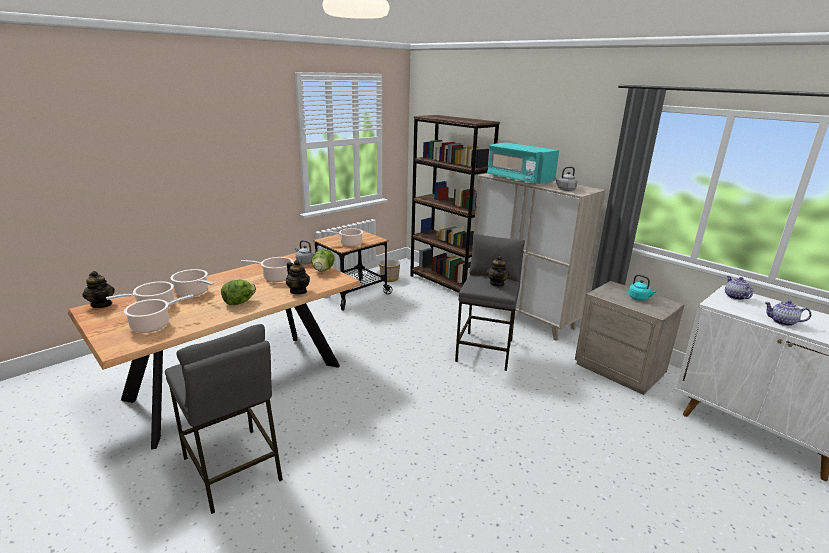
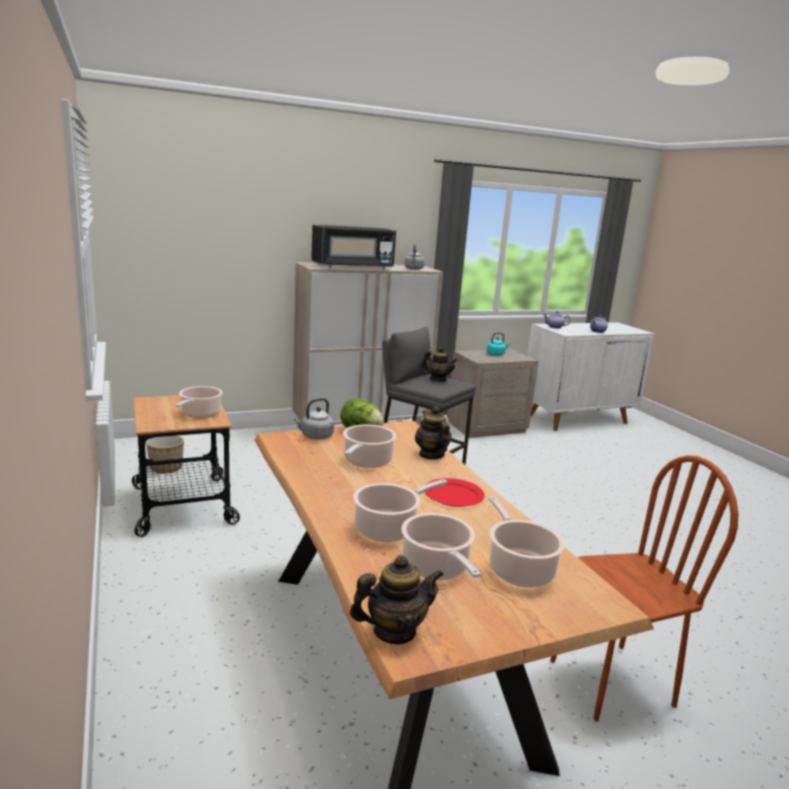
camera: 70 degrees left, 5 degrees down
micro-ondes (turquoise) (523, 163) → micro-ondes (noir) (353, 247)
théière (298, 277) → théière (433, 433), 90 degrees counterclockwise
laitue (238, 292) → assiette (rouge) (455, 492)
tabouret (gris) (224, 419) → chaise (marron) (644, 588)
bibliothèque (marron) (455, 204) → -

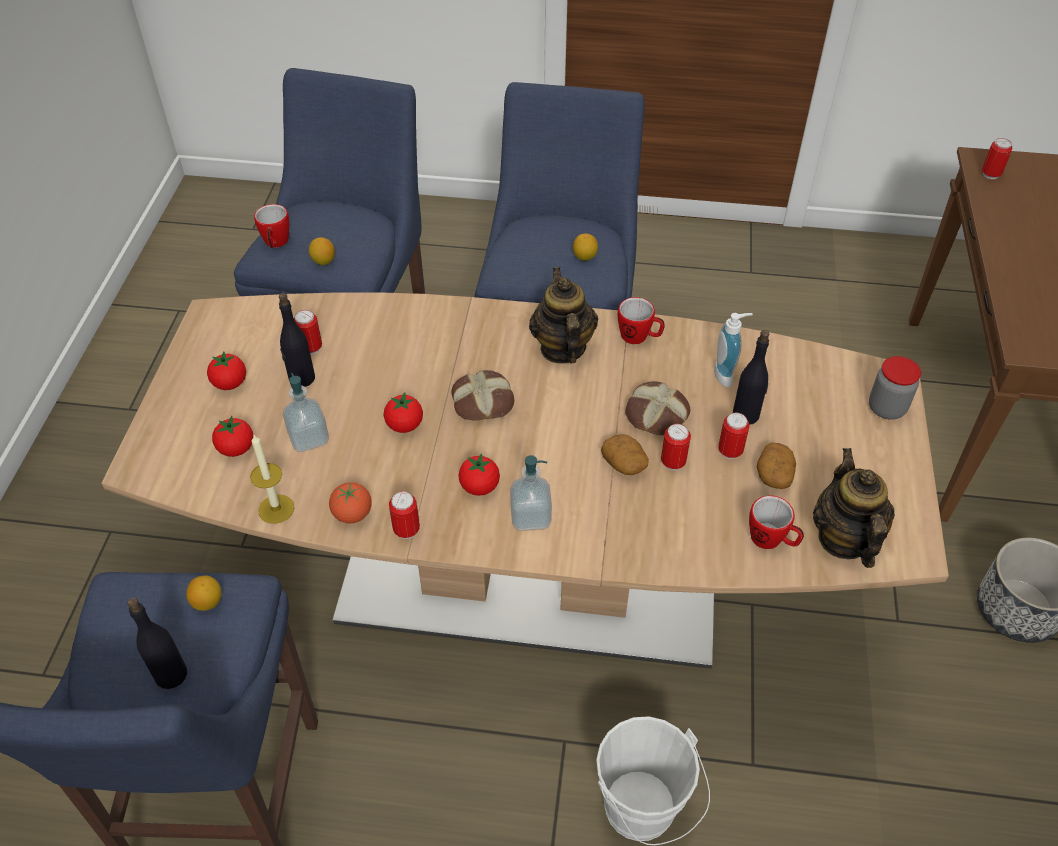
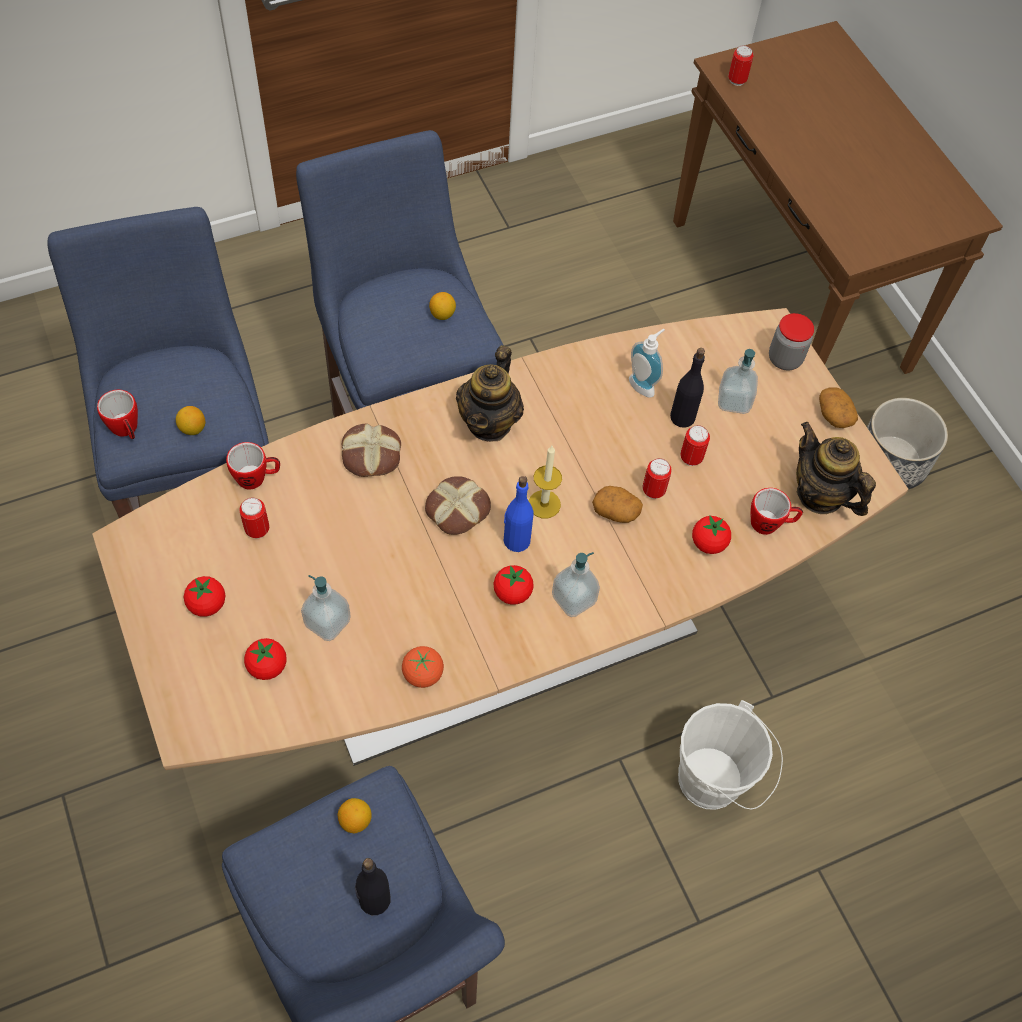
camera: 35 degrees left, 10 degrees up
mug (641, 320) → mug (253, 465), moved
pain (657, 408) → pain (371, 450), moved
théière (563, 315) → théière (490, 393), 120 degrees counterclockwise
- → bouteille (bleu) (519, 514)
bougie (272, 479) → bougie (545, 482), moved
tomate (403, 412) → tomate (711, 534), moved
- → distributeur de savon (738, 381)
pomme de terre (776, 466) → pomme de terre (838, 407), moved
bouteille (noir) (297, 340) → -
boîte métallique (404, 515) → -

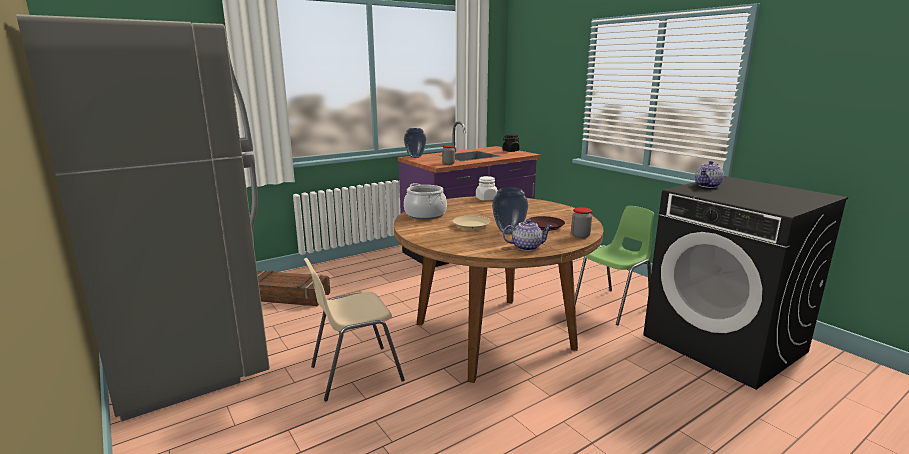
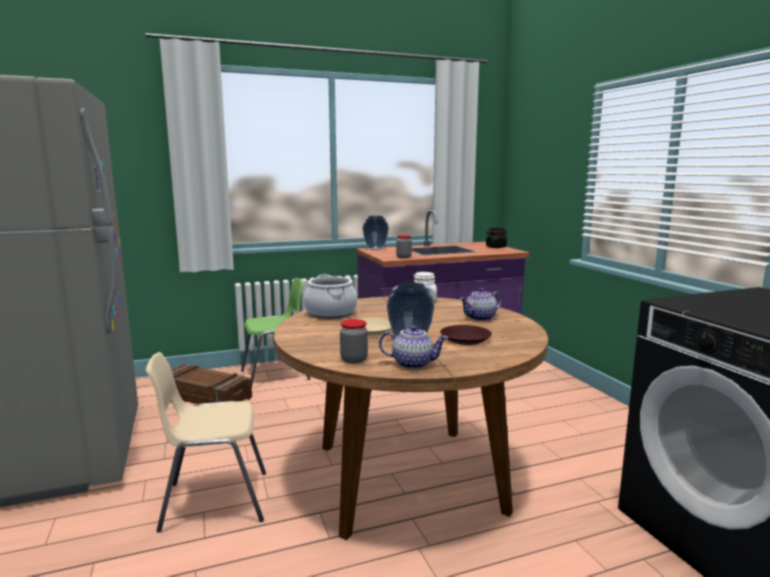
camera: 15 degrees right, 5 degrees down
chaise (vert) (614, 266) → chaise (vert) (276, 333), moved
bocal (581, 222) → bocal (354, 341), moved
théière (709, 174) → théière (481, 304), moved

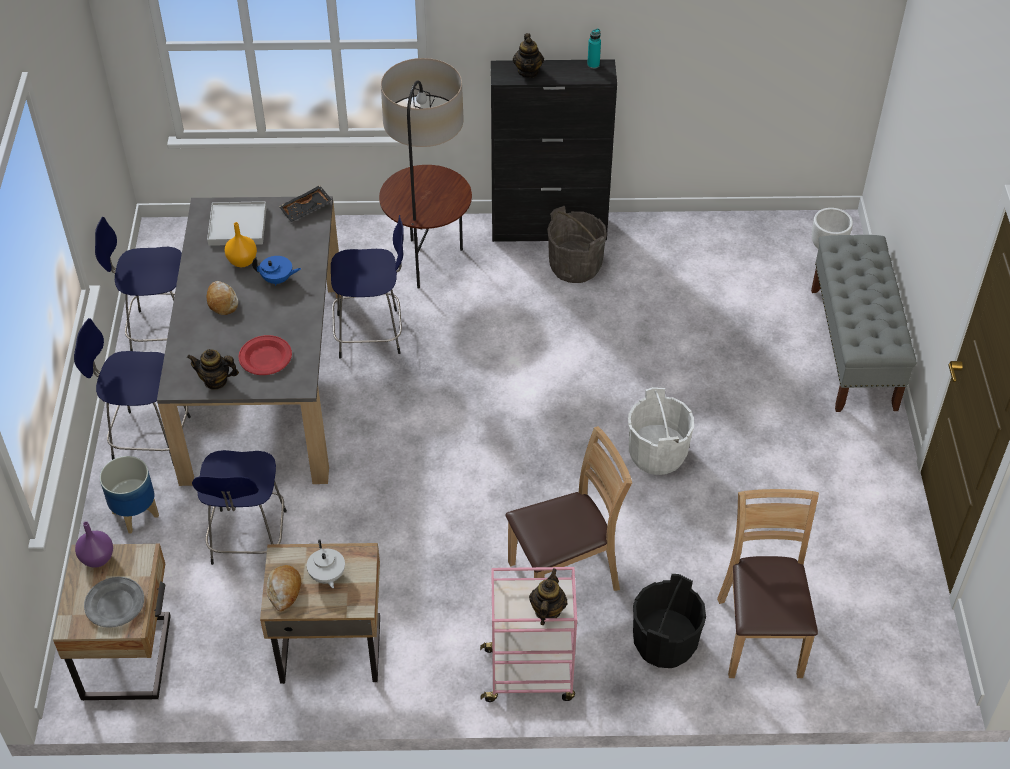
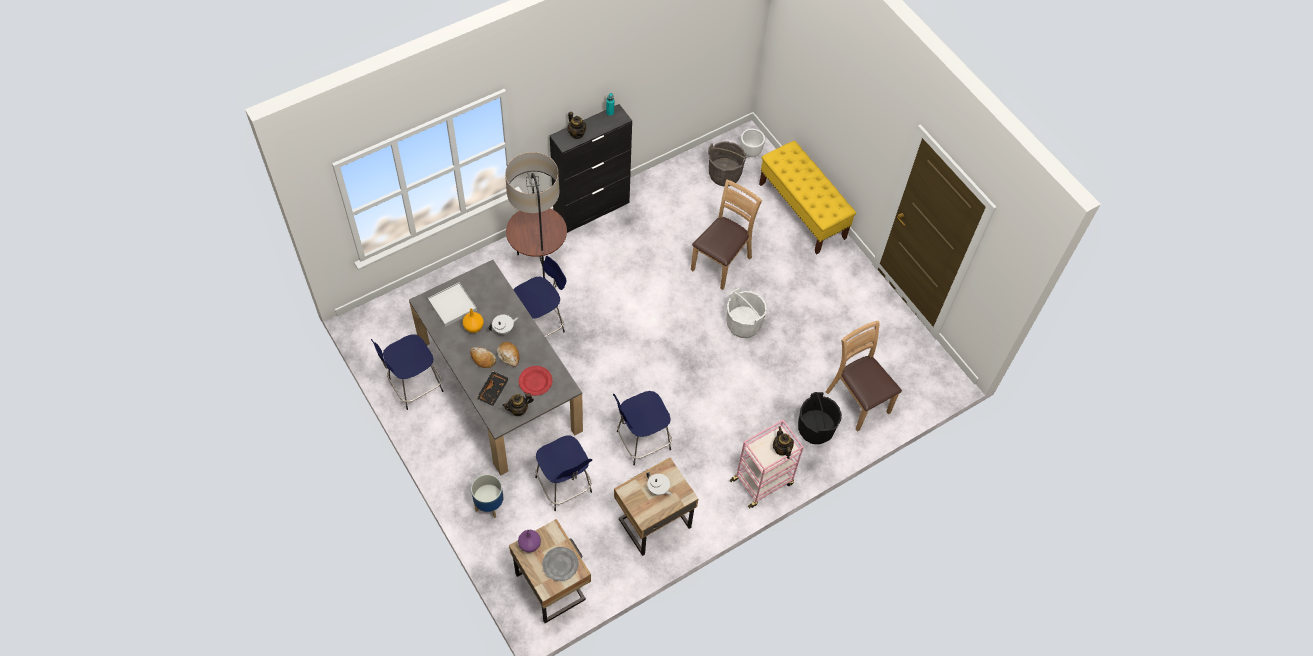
camera: 35 degrees left, 10 degrees up
plateau (noir) (306, 203) → plateau (noir) (493, 388), moved
théière (bleu) (276, 271) → théière (blanc) (503, 324)
pain (284, 588) → pain (508, 354), moved
tabouret (bleu) (132, 392) → tabouret (bleu) (642, 428), moved
chaise (marron) (568, 508) → chaise (marron) (726, 235), moved
seau (gris) (577, 244) → seau (gris) (727, 163), moved
banc (gris) (863, 323) → banc (jaune) (807, 197)

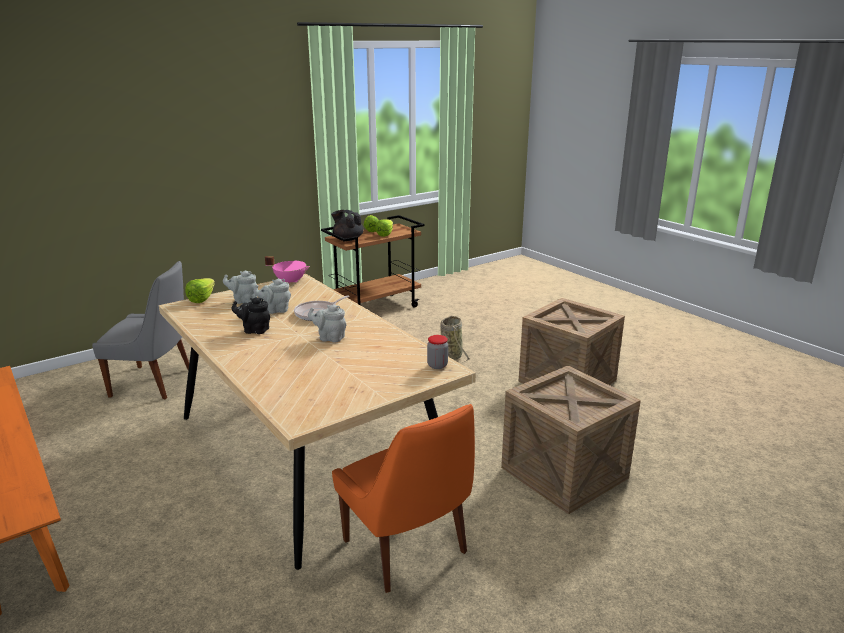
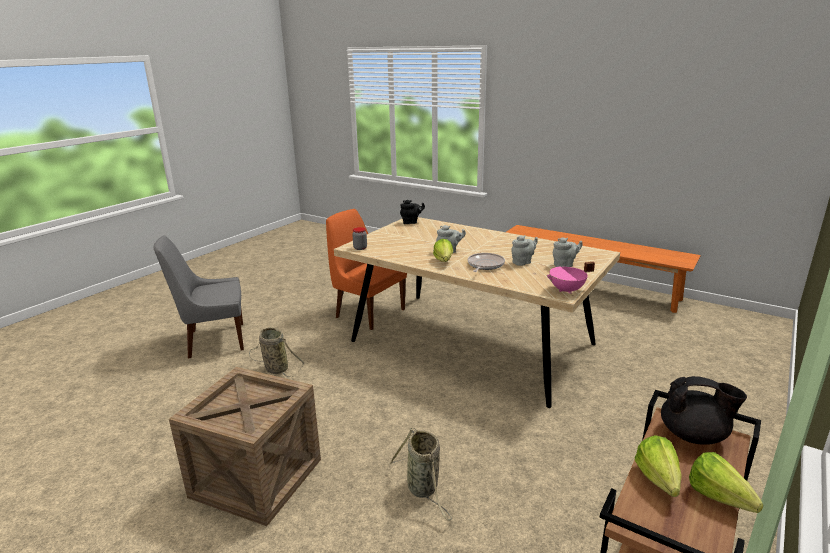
camera: 160 degrees right, 0 degrees up
chaise (gris) (140, 330) → chaise (gris) (199, 296), moved
caisse (571, 440) → panier (277, 352)
théière (noir) (250, 315) → théière (noir) (412, 212), moved
laitue (200, 290) → laitue (443, 250), moved

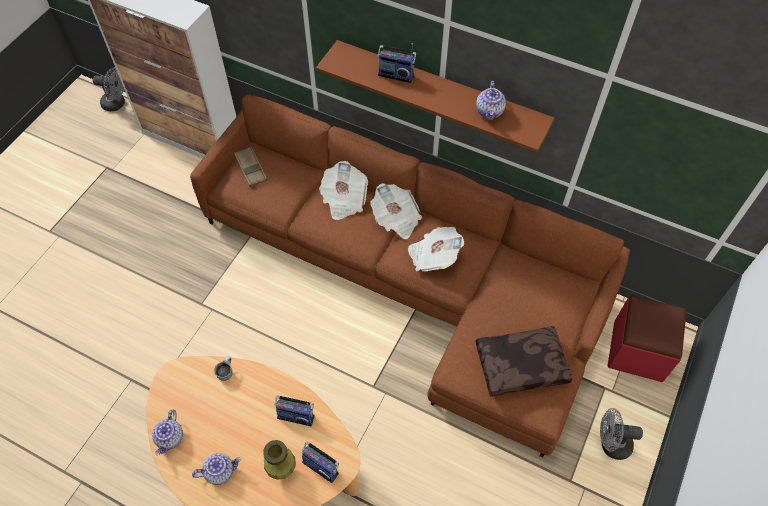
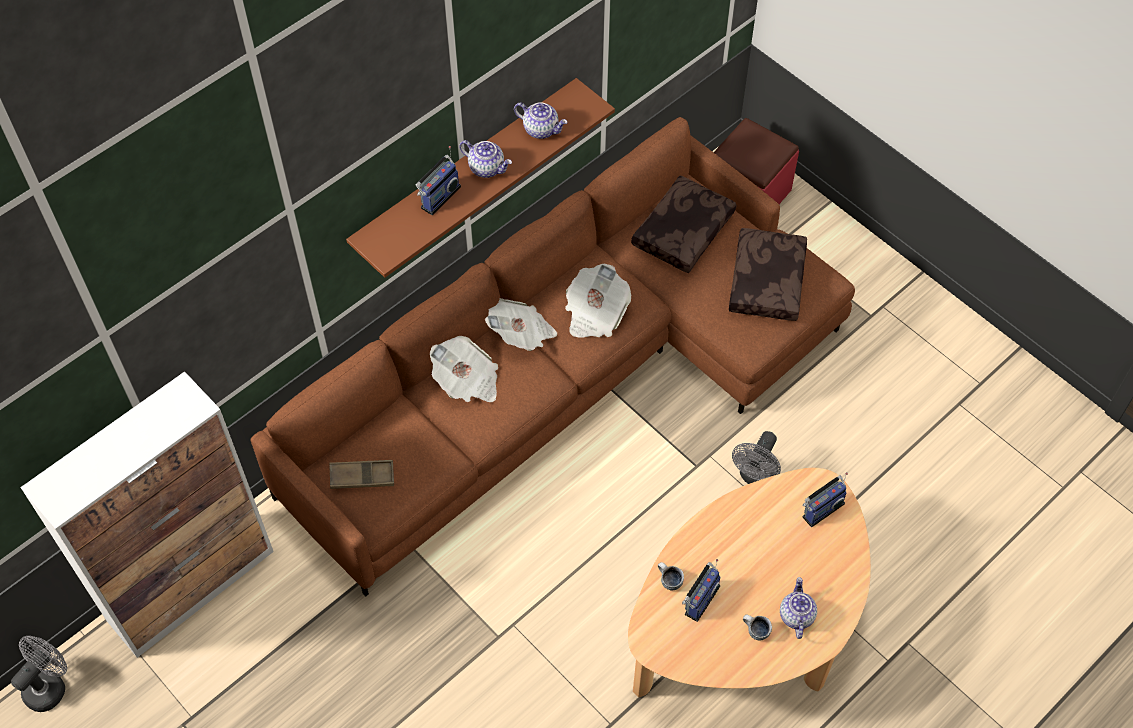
camera: 70 degrees left, 0 degrees up
théière (167, 432) → théière (485, 159), moved
- → coussin (marron) (684, 224)
radio (294, 410) → radio (701, 590), moved
ventilateur (gris) (621, 434) → ventilateur (gris) (756, 457), moved
- → mug (757, 628)
vase (vert) (279, 460) → -

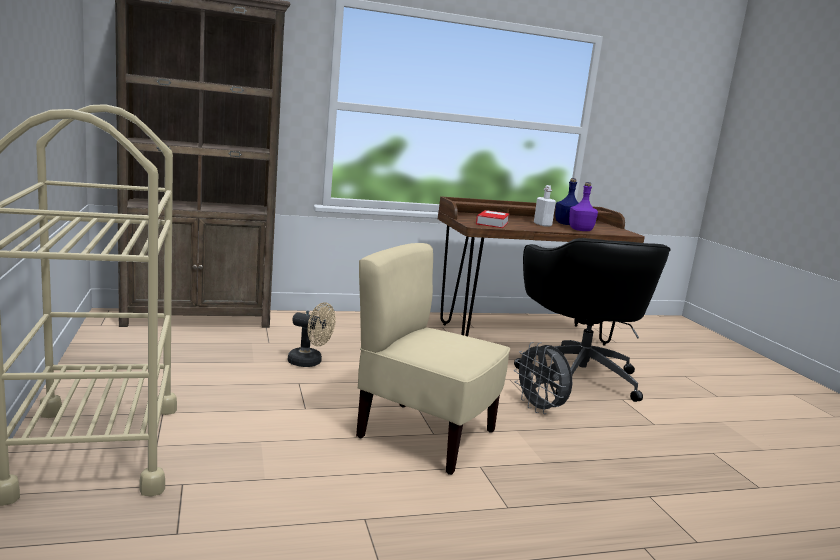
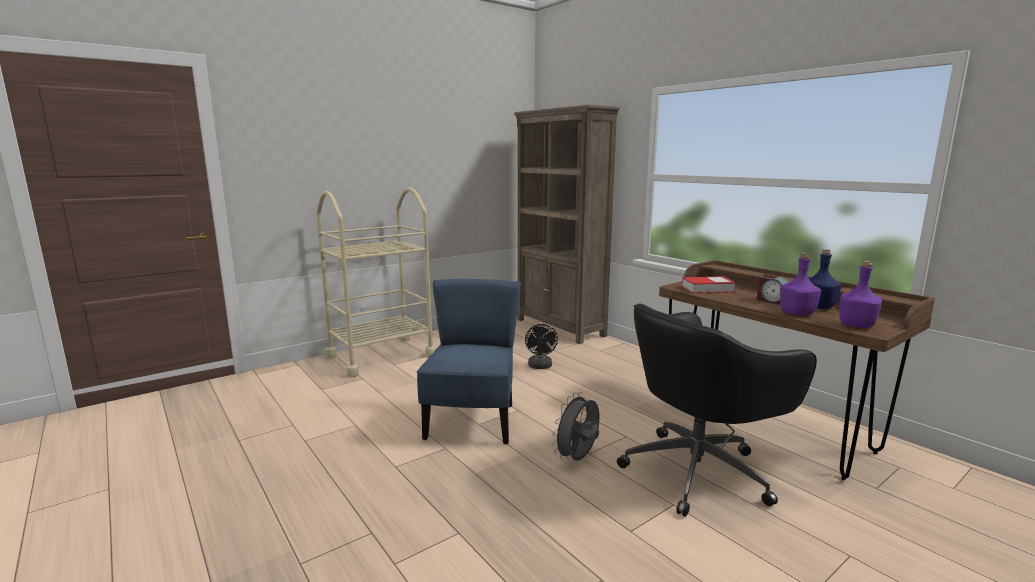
camera: 70 degrees right, 0 degrees up
chaise (beige) (433, 359) → chaise (bleu) (469, 361)
ventilateur (beige) (311, 334) → ventilateur (noir) (541, 346)
bouteille (blanc) (545, 206) → réveil (773, 289)
- → bouteille (violet) (860, 294)

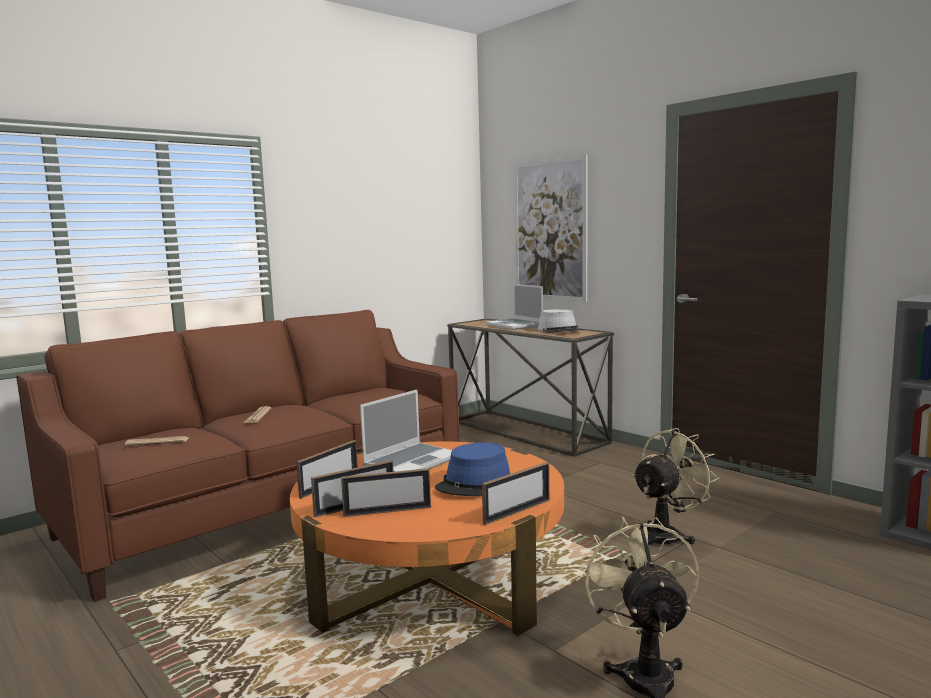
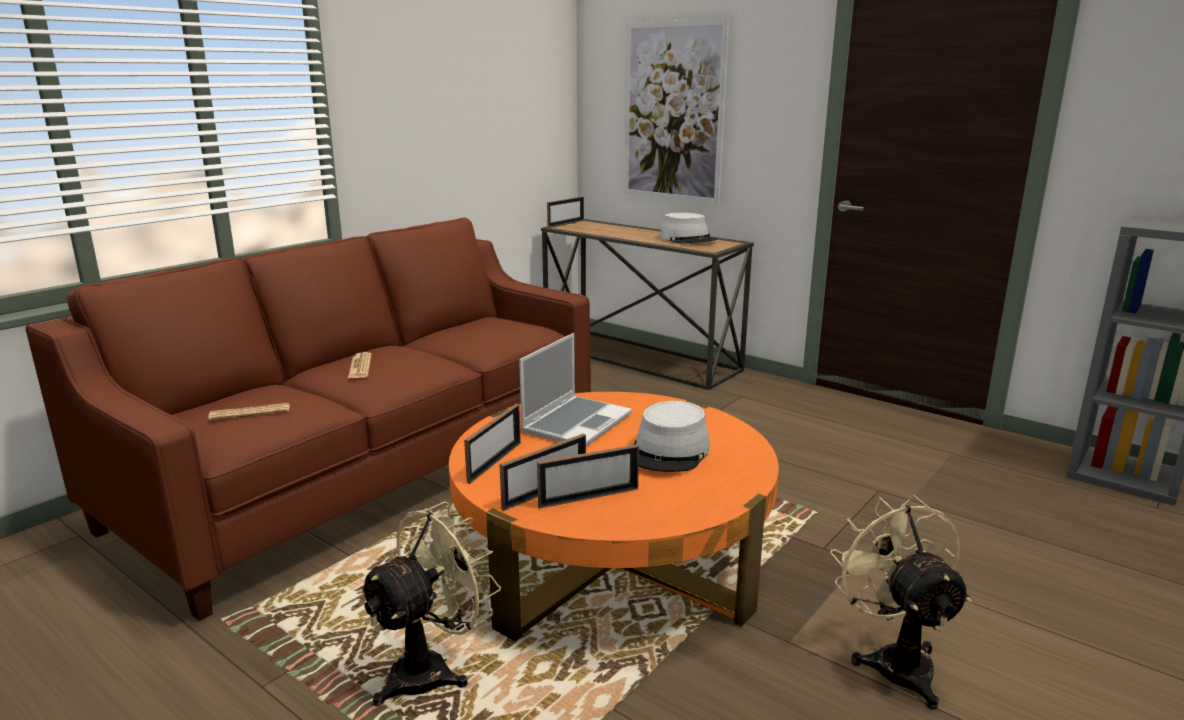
camera: 10 degrees left, 10 degrees up
ventilateur (beige) (675, 486) → ventilateur (beige) (429, 604), moved
cadre photo (515, 493) → cadre photo (565, 211), moved
chapeau (bleu) (472, 469) → chapeau (gris) (671, 436)
ordinateur portable (514, 307) → -

